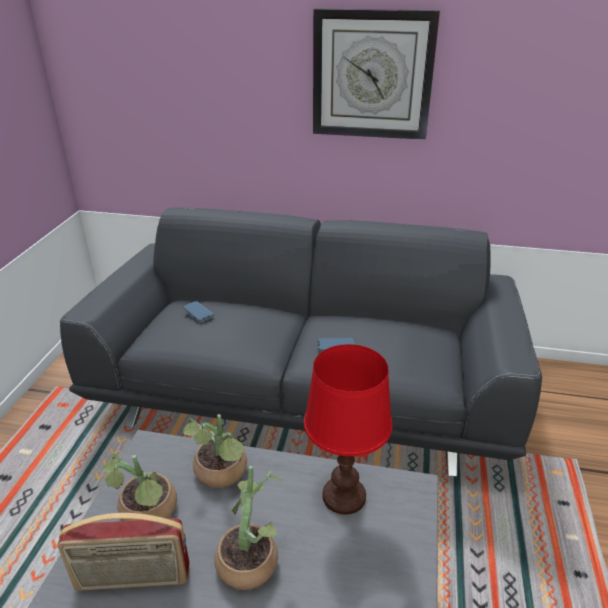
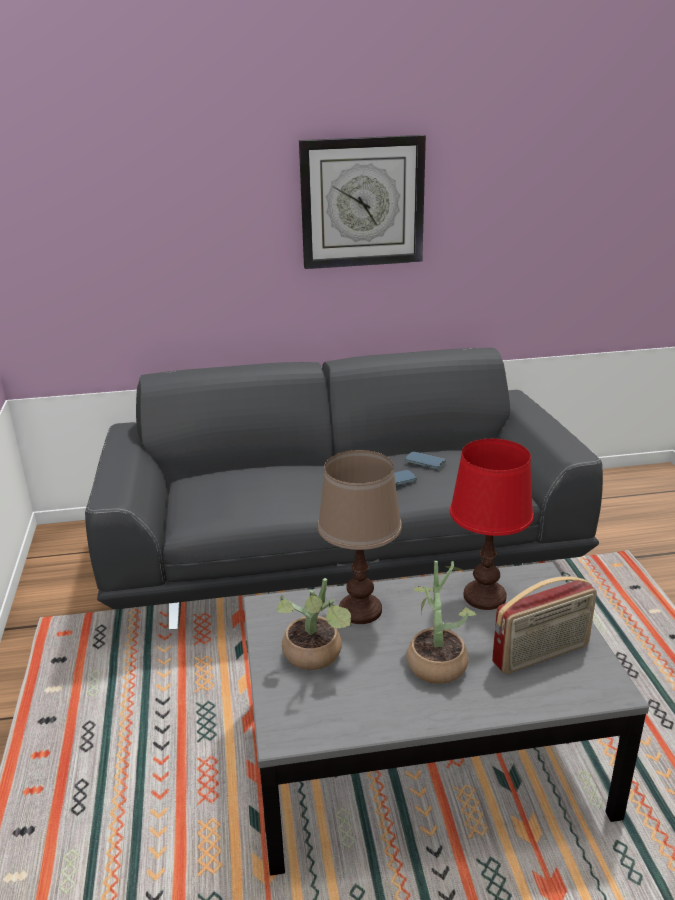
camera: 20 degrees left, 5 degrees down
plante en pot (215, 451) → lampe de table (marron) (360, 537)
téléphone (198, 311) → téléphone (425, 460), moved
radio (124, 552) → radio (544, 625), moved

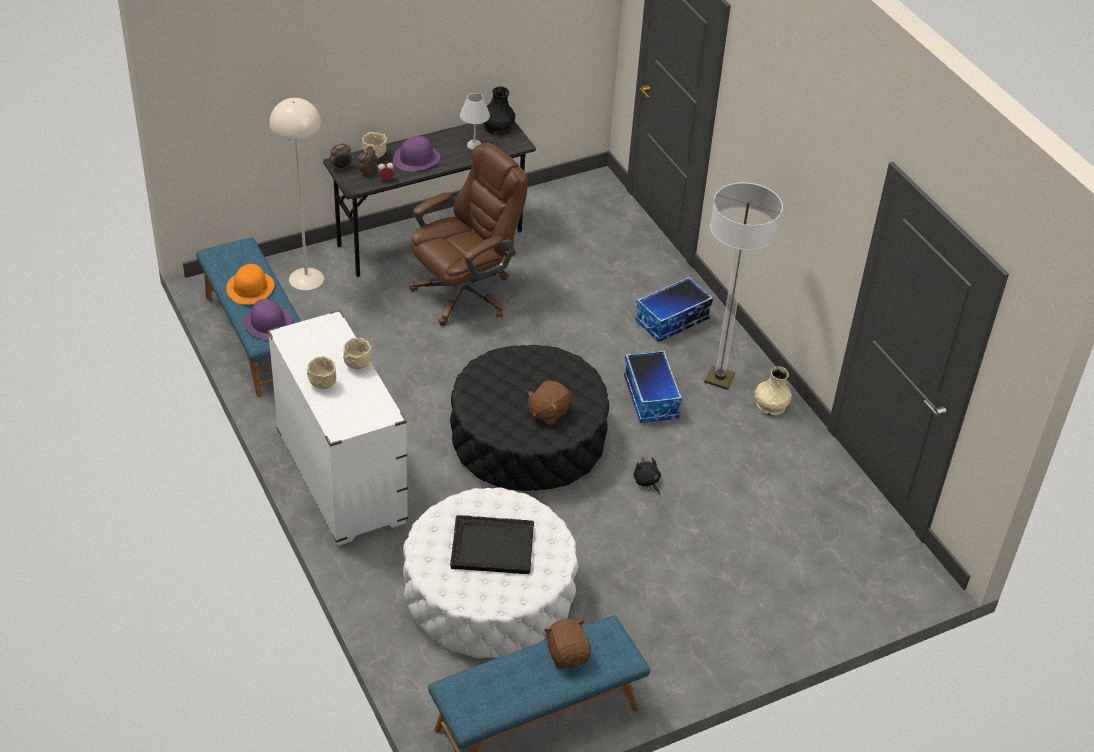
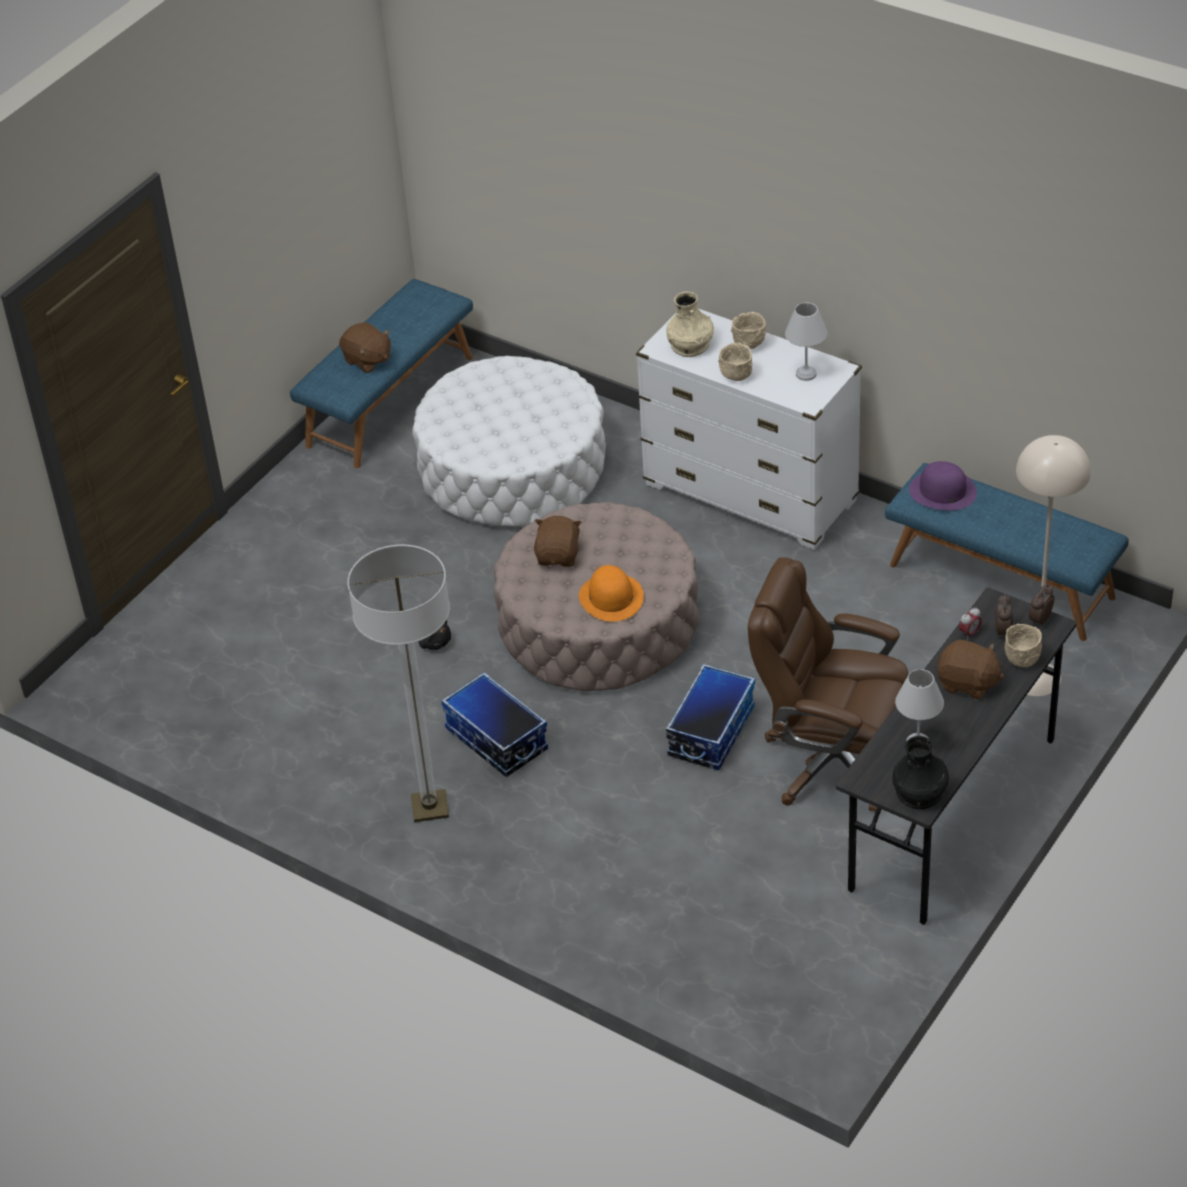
camera: 155 degrees right, 0 degrees up
pouf (noir) (529, 418) → pouf (beige) (596, 596)
chapeau (orange) (250, 284) → chapeau (orange) (611, 593), moved
vase (beige) (773, 391) → vase (beige) (690, 324), moved
boîte de rangement (674, 309) → boîte de rangement (710, 717), moved
chaise de bureau (marron) (469, 234) → chaise de bureau (marron) (828, 684), 90 degrees clockwise
- → lampe de table (blanc) (806, 342)
chapeau (violet) (416, 153) → peluche (marron) (970, 670)
plateau (noir) (492, 544) → -

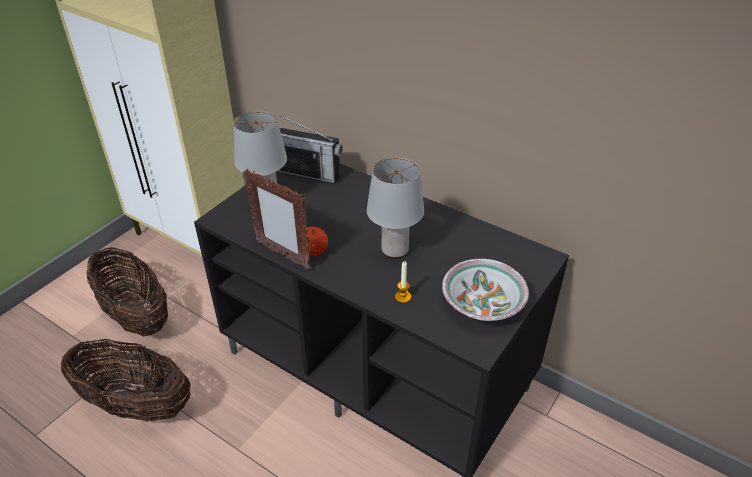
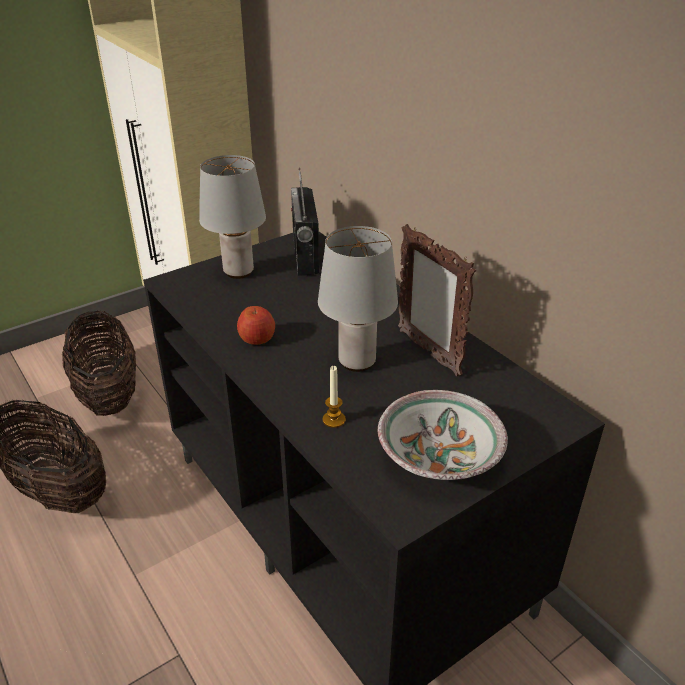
camera: 20 degrees right, 5 degrees down
radio (310, 149) → radio (305, 222), 45 degrees clockwise
cadre photo (277, 219) → cadre photo (437, 300), moved

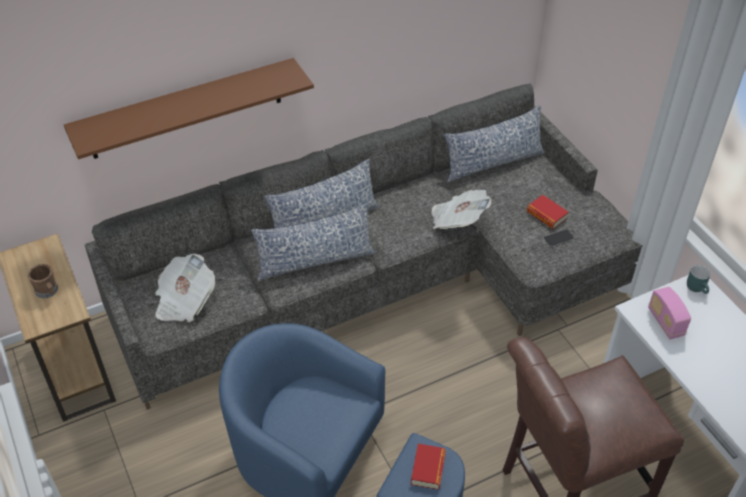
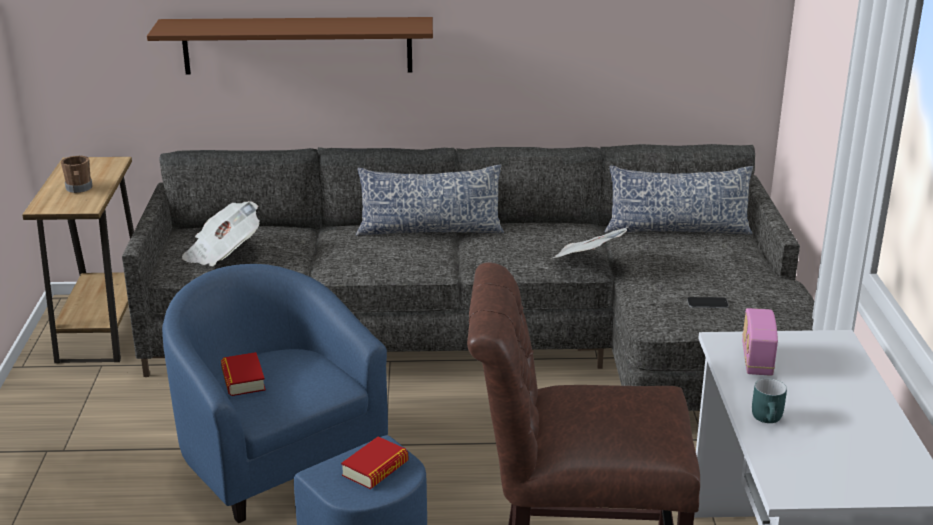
camera: 25 degrees right, 20 degrees down
livre (548, 212) → livre (243, 374), moved
mug (turquoise) (699, 279) → mug (turquoise) (769, 400), moved
coussin (313, 242) → -

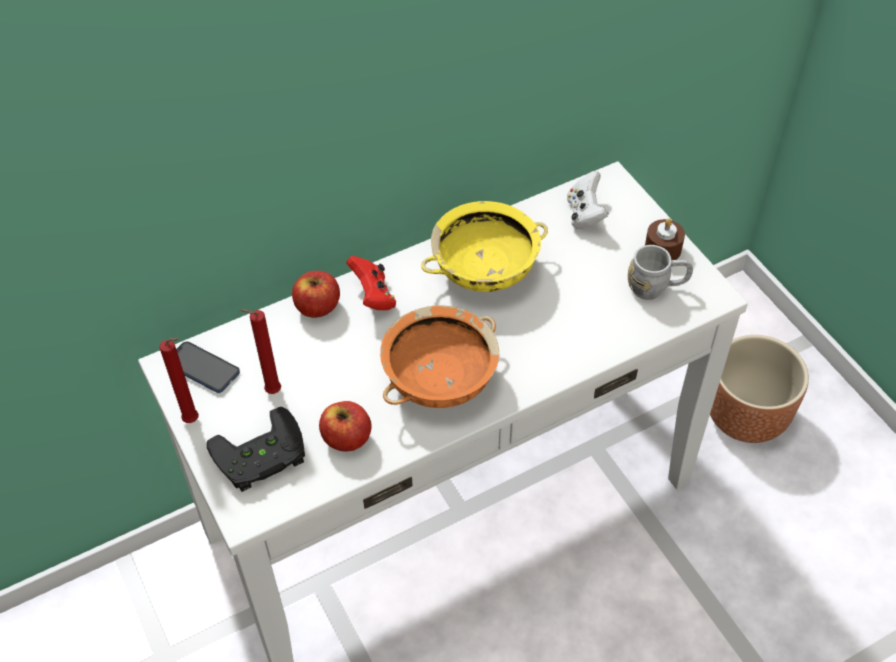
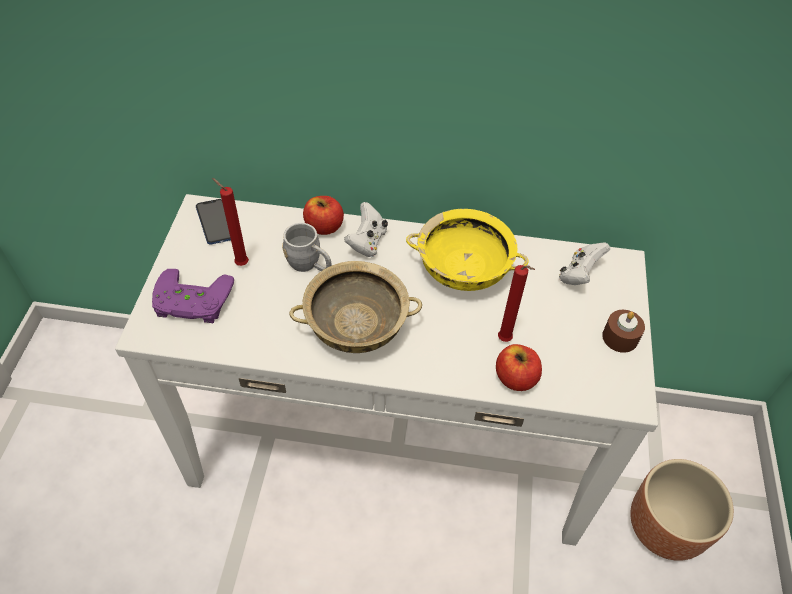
camera: 35 degrees right, 0 degrees up
manette (noir) (256, 449) → manette (violet) (193, 296)
mug (gris) (660, 272) → mug (gris) (307, 247), moved
bol (orange) (439, 356) → bol (beige) (356, 307)
manette (rouge) (371, 283) → manette (blanc) (366, 229)
pomme (345, 426) → pomme (519, 367), moved
bougie (rouge) (179, 380) → bougie (rouge) (516, 303), moved

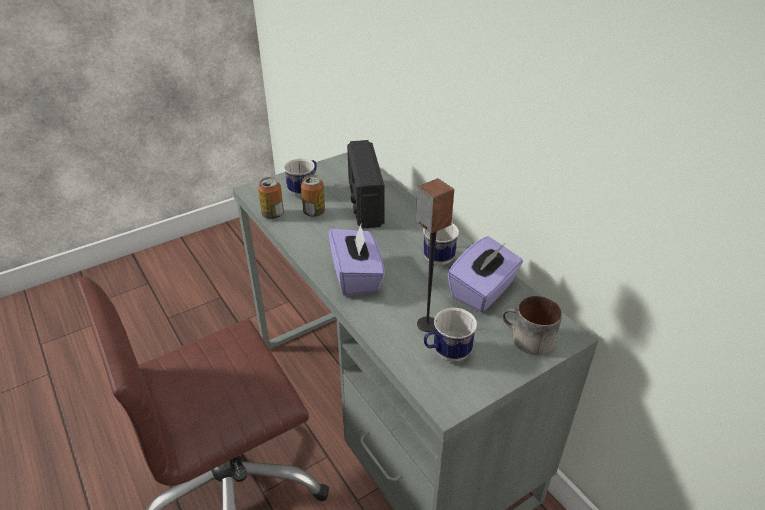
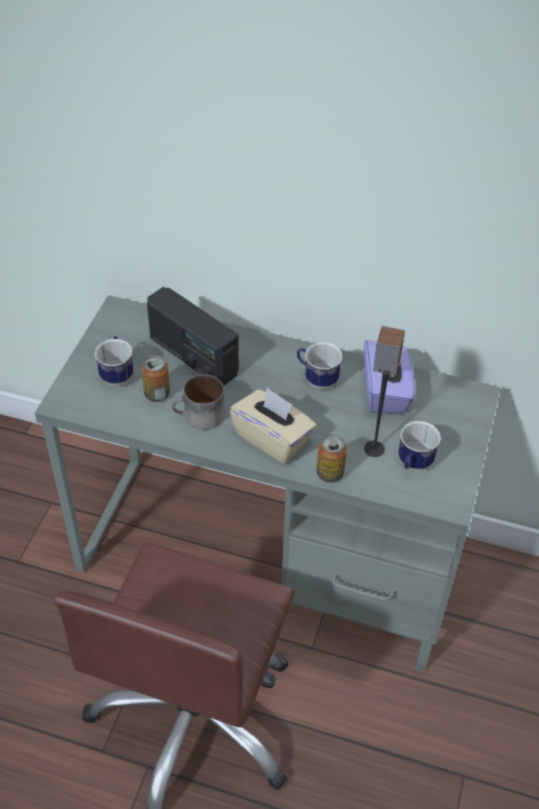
camera: 40 degrees left, 10 degrees up
mug (532, 325) → mug (197, 402), moved
boîte à mouchoirs (violet) (357, 260) → boîte à mouchoirs (beige) (273, 425)
boîte métallique (271, 198) → boîte métallique (332, 458), moved

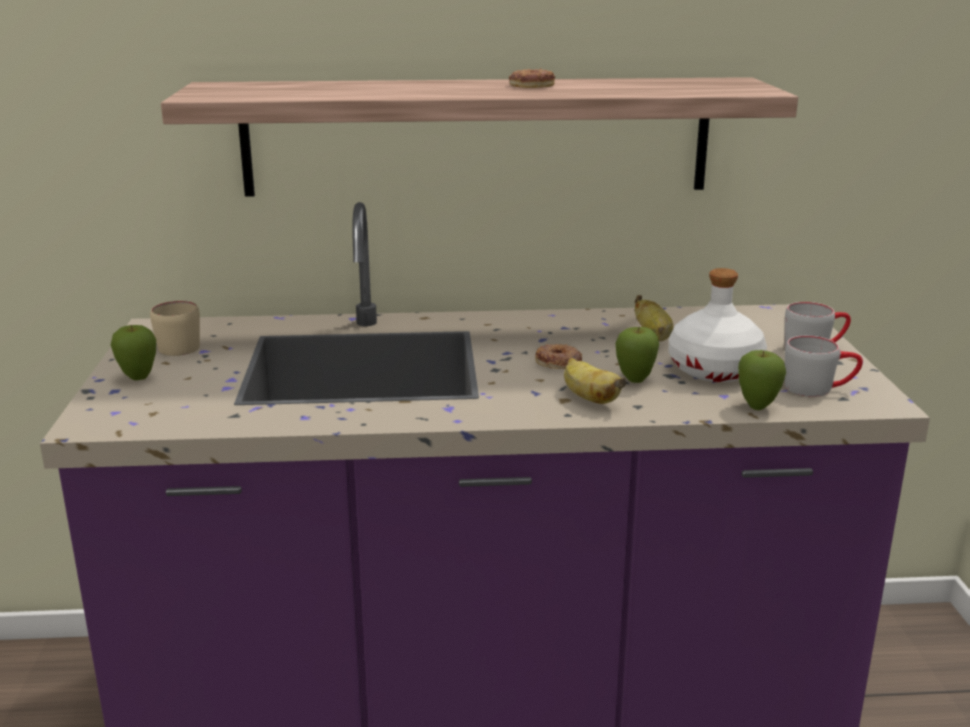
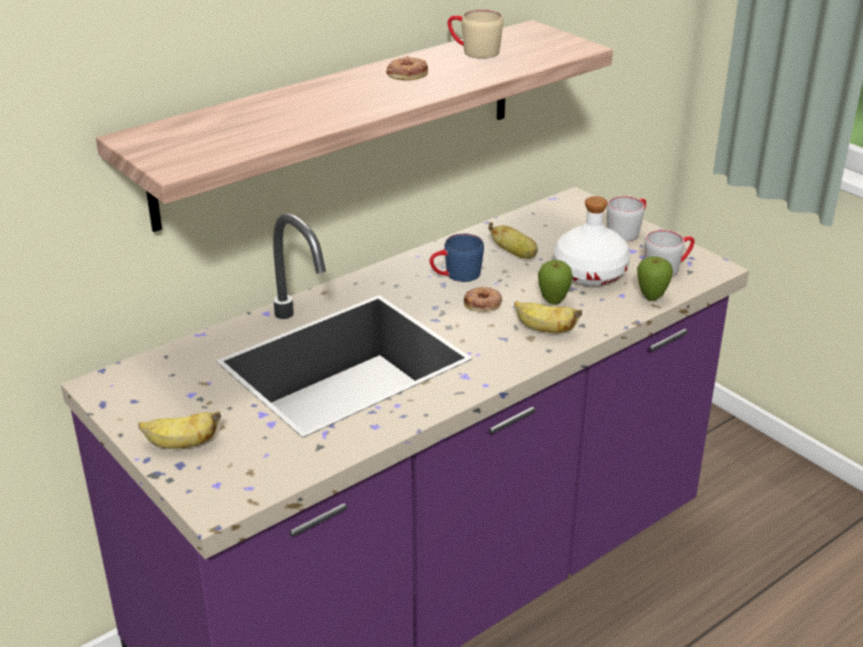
camera: 35 degrees left, 10 degrees up
pomme (133, 352) → banane (179, 430)
- → mug (bleu) (457, 258)
mug (beige) (175, 328) → mug (beige) (475, 34), moved

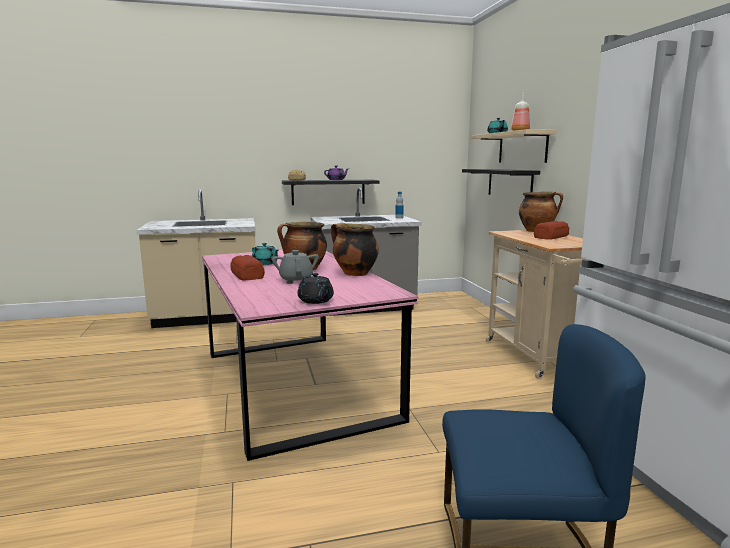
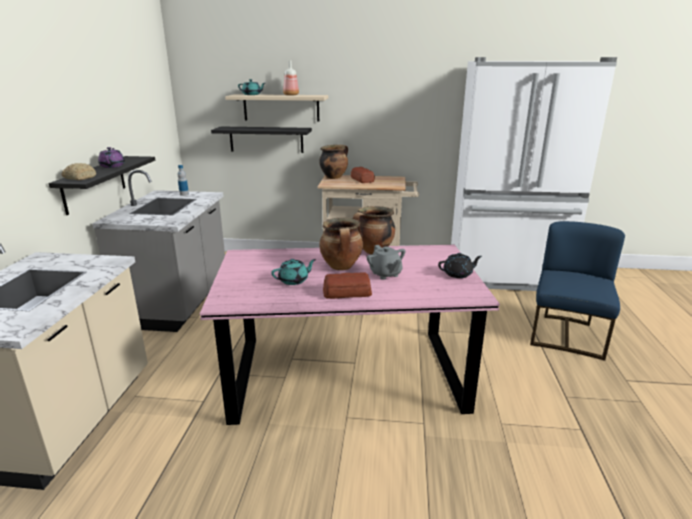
camera: 70 degrees left, 10 degrees up
théière (gris) (295, 267) → théière (gris) (386, 262), 120 degrees counterclockwise

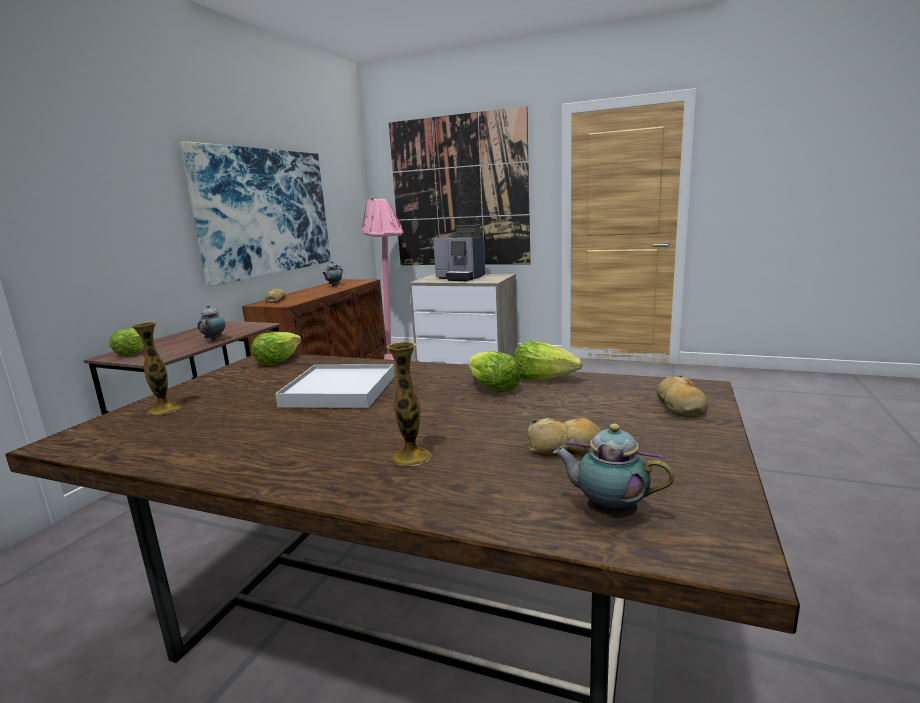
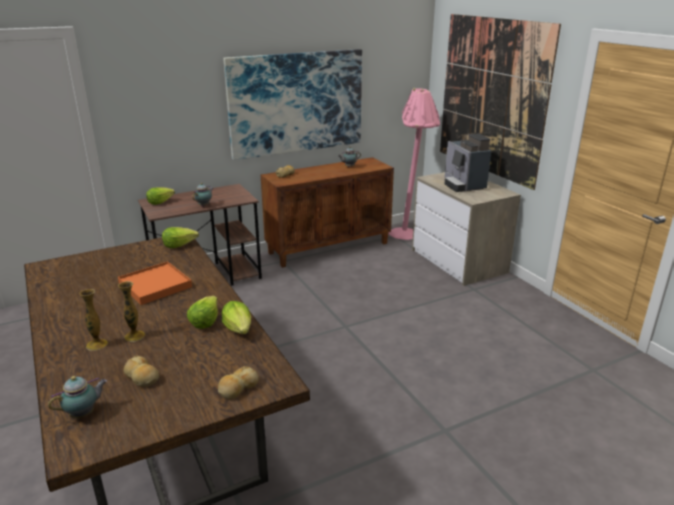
camera: 40 degrees right, 10 degrees up
théière (613, 471) → théière (77, 397), 75 degrees clockwise
plateau (blanc) (335, 386) → plateau (orange) (155, 283)
vase (156, 368) → vase (131, 311), moved

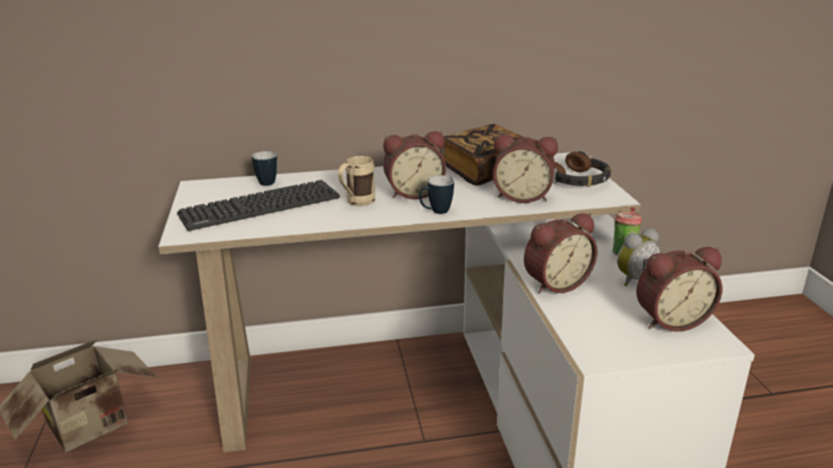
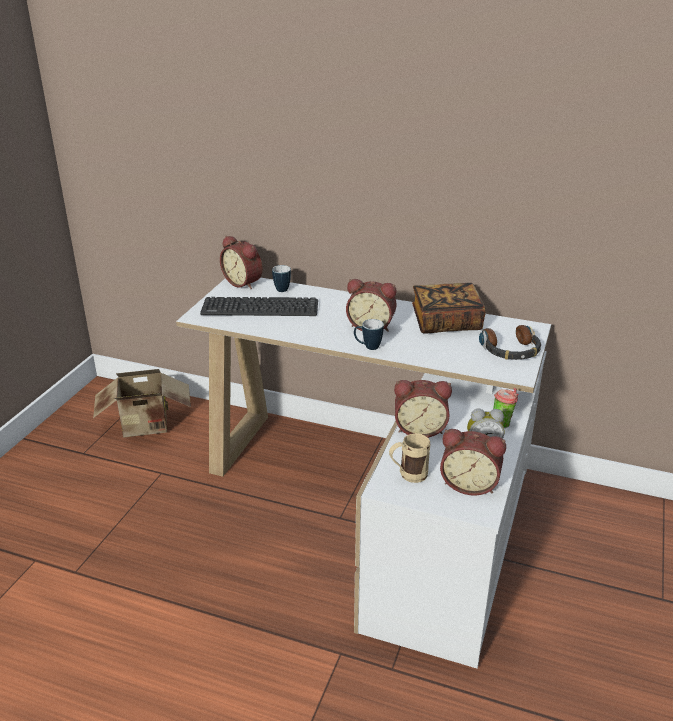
camera: 30 degrees right, 5 degrees up
réveil (525, 168) → réveil (241, 263), moved
mug (beige) (356, 181) → mug (beige) (410, 458), moved

